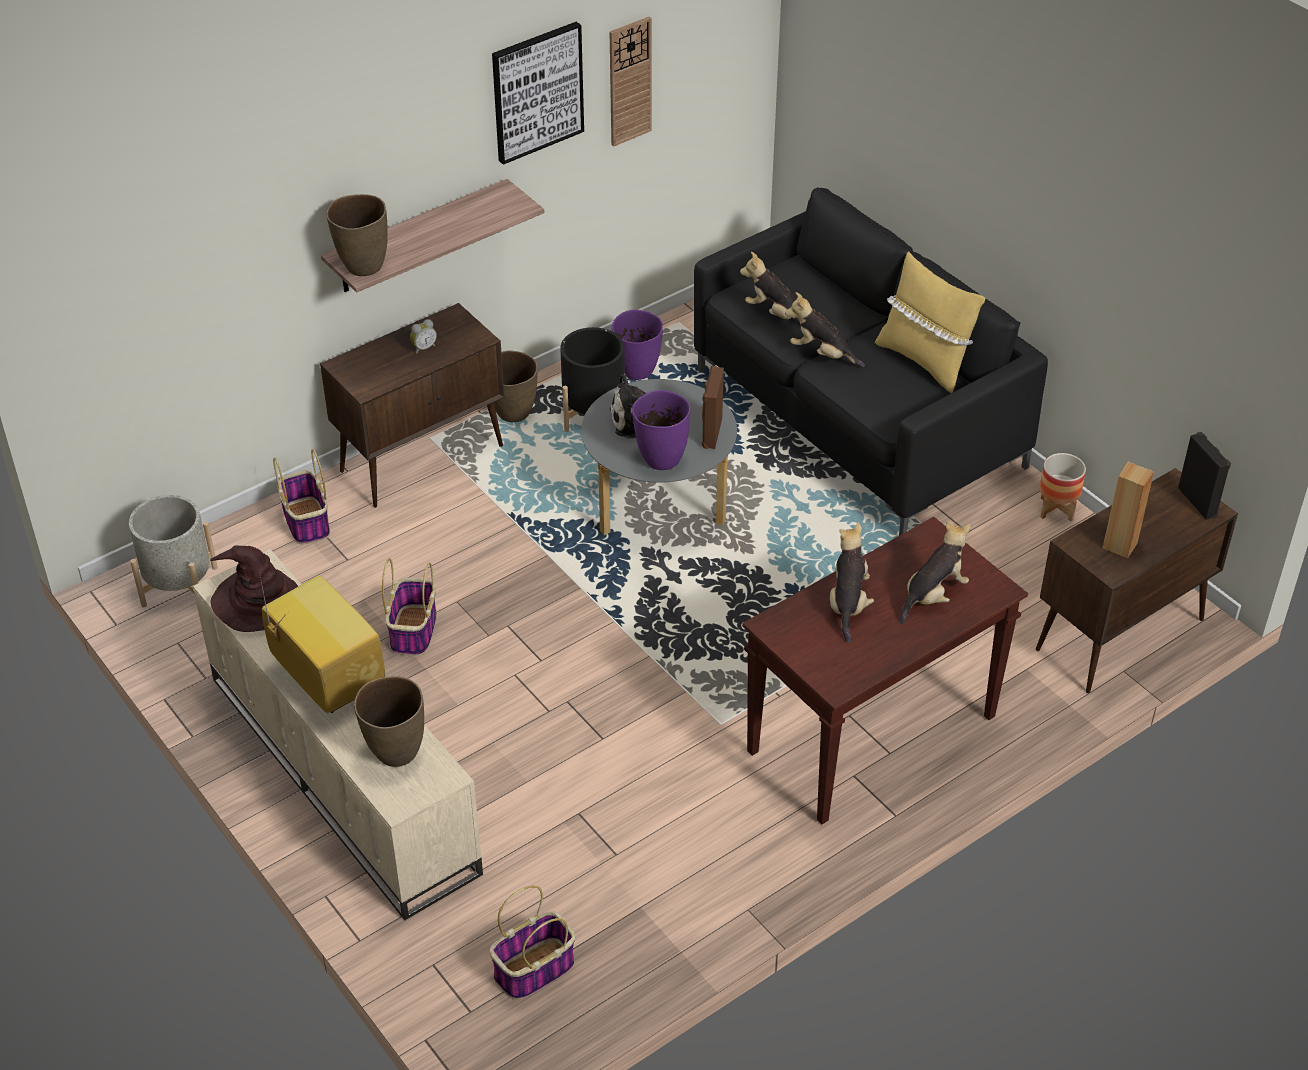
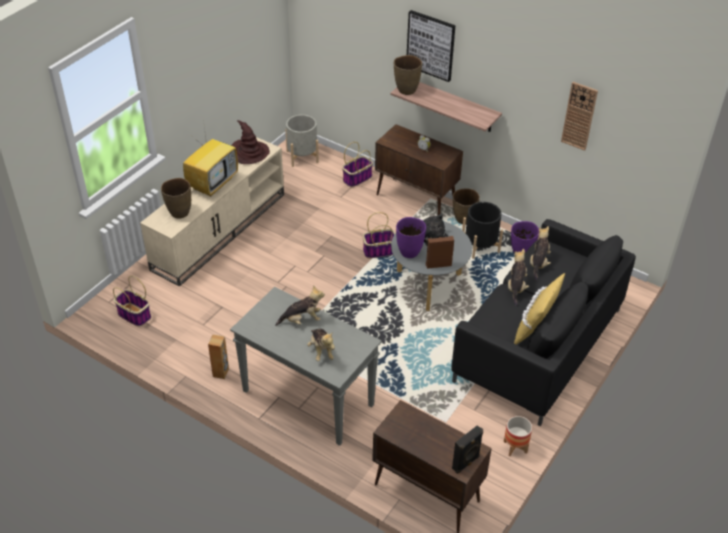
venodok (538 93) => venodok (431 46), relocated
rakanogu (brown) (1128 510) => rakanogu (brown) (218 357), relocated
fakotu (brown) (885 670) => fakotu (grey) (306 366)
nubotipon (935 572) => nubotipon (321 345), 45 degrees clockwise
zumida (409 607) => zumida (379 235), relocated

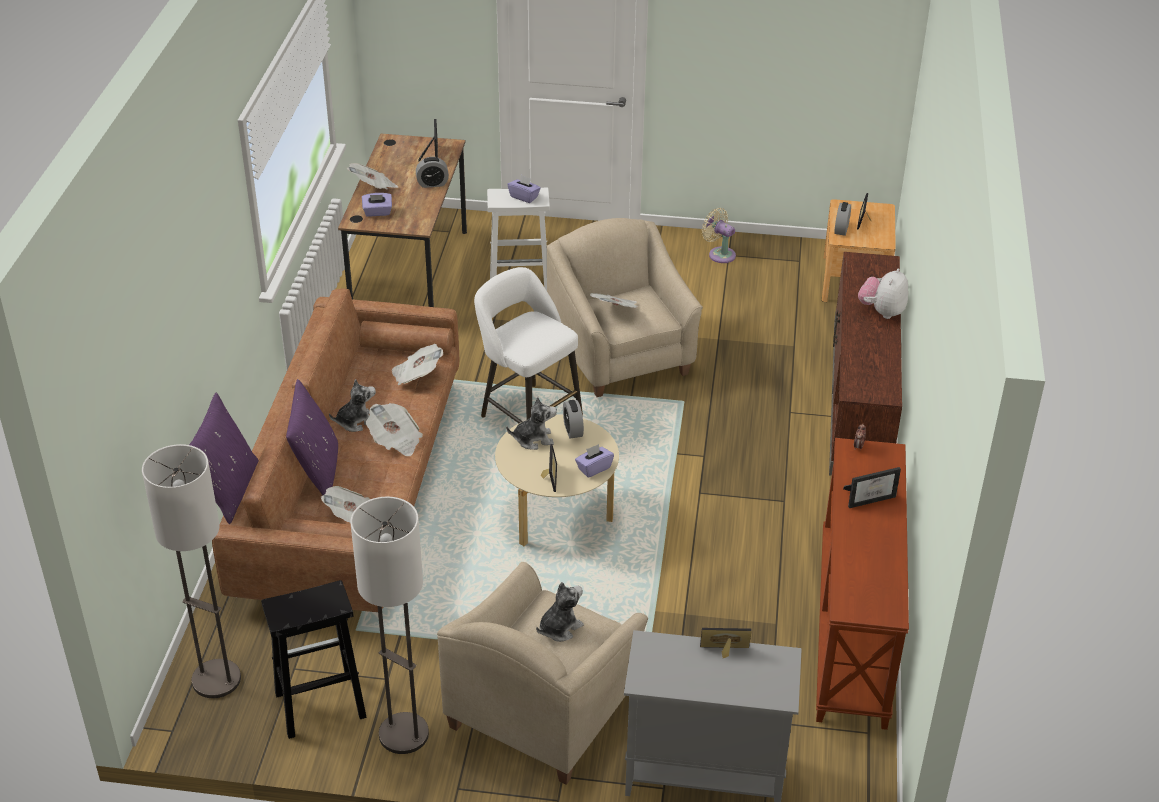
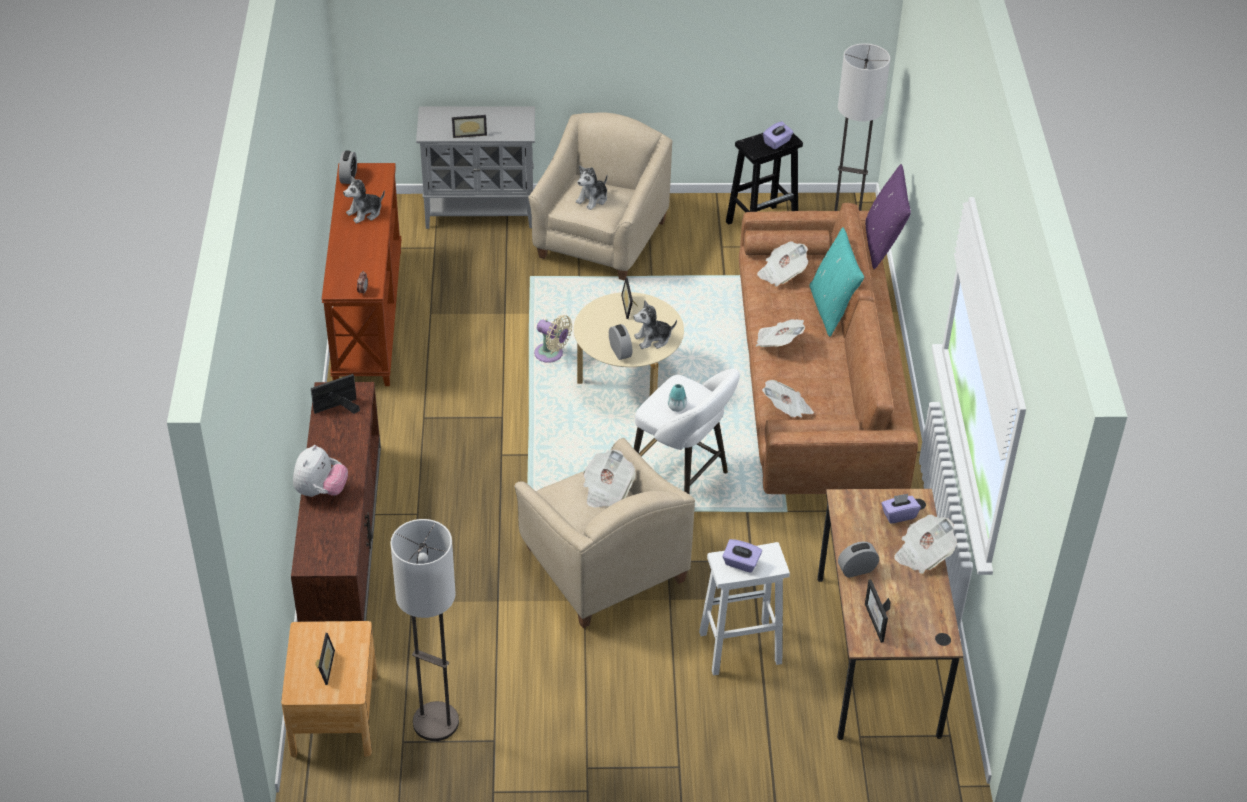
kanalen (842 219) => kanalen (348 167), relocated
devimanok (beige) (719 235) => devimanok (beige) (553 339), relocated
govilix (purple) (312 437) => govilix (turquoise) (836 282)
nubotipon (352 405) => nubotipon (364 200), relocated
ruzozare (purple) (594 461) => ruzozare (purple) (778 135), relocated
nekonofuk (872 487) => nekonofuk (335 394), relocated
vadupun (389 625) => vadupun (424 630), relocated
nothing => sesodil (677 398)

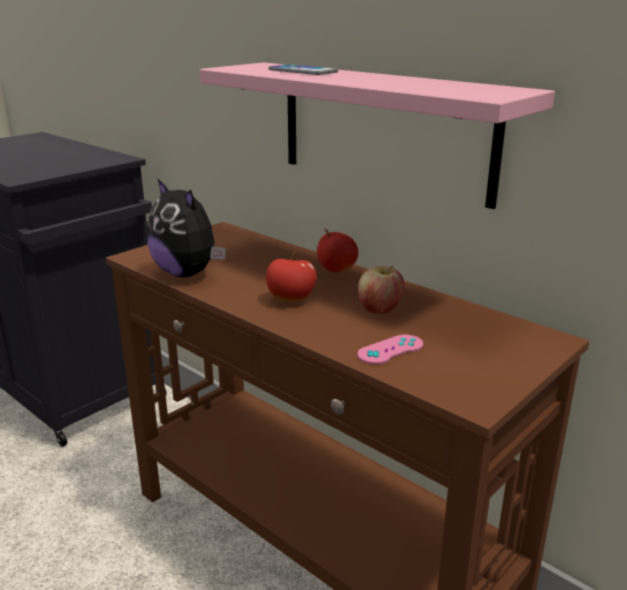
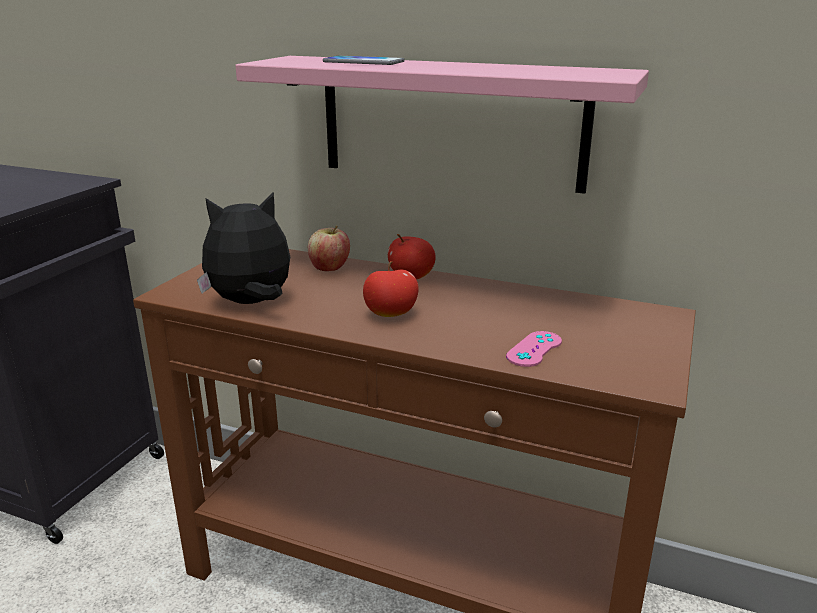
nubotipon (186 228) => nubotipon (243 248), 135 degrees clockwise
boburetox (381 289) => boburetox (329 248), relocated

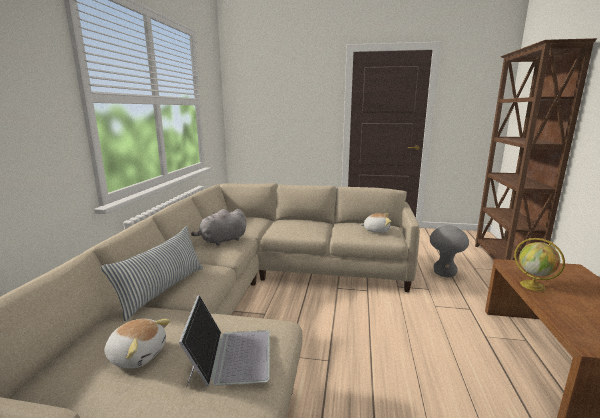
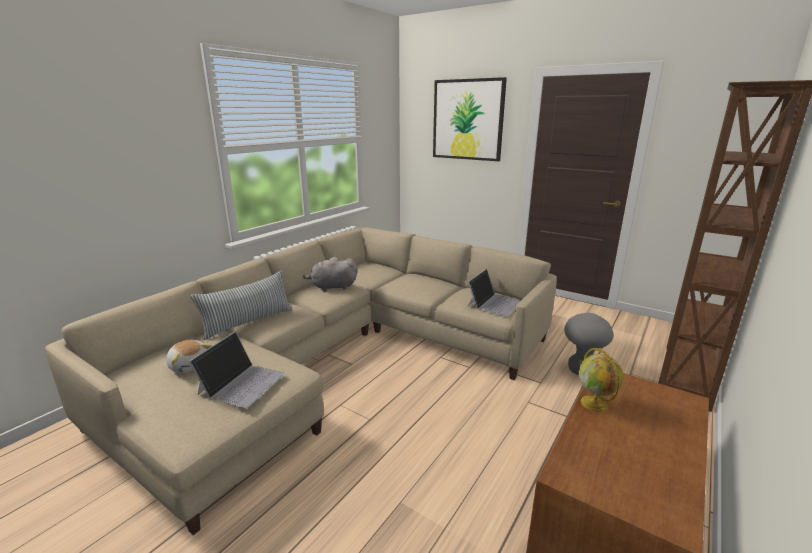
nubotipon (375 223) => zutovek (494 293)
nothing => venodok (470 119)

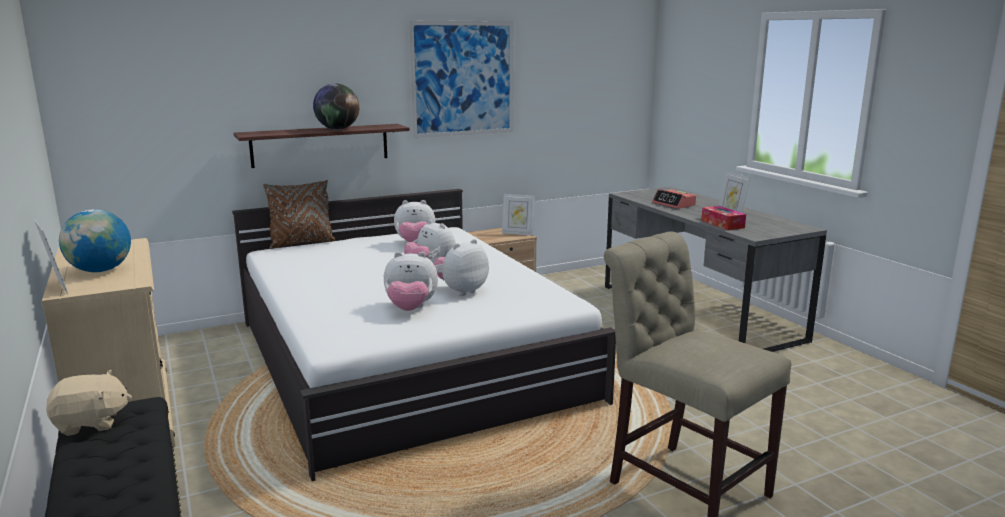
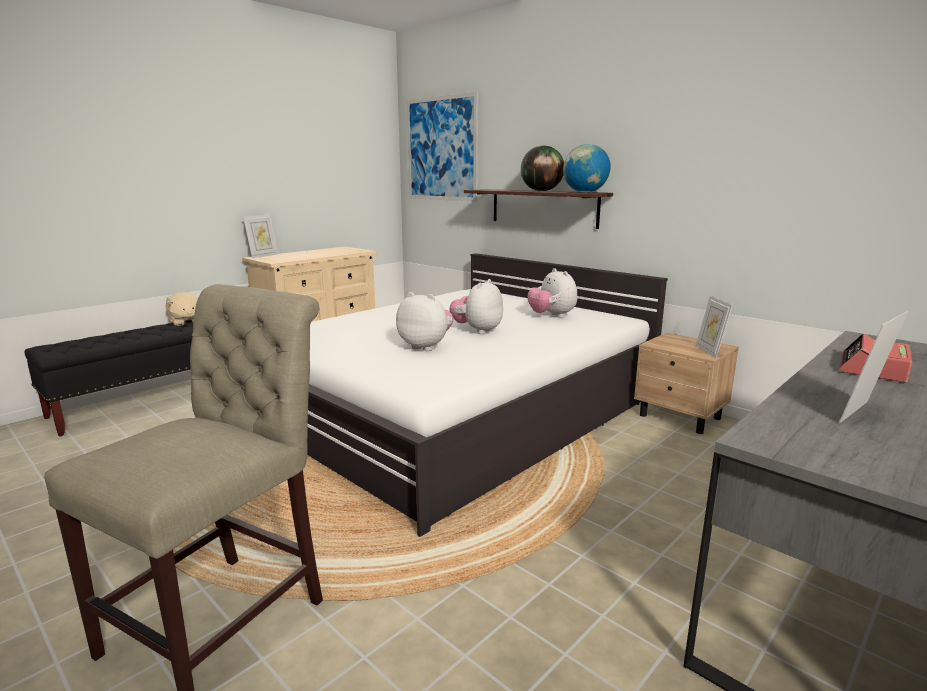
venodok (461 79) => venodok (442 147), relocated
govilix (brown) (299 214) => nothing
ruzozare (723 218) => nothing
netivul (95 240) => netivul (586 168), relocated
nubotipon (411 281) => nothing

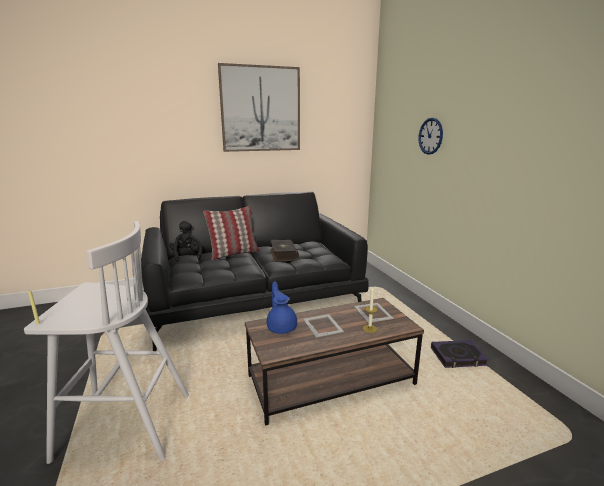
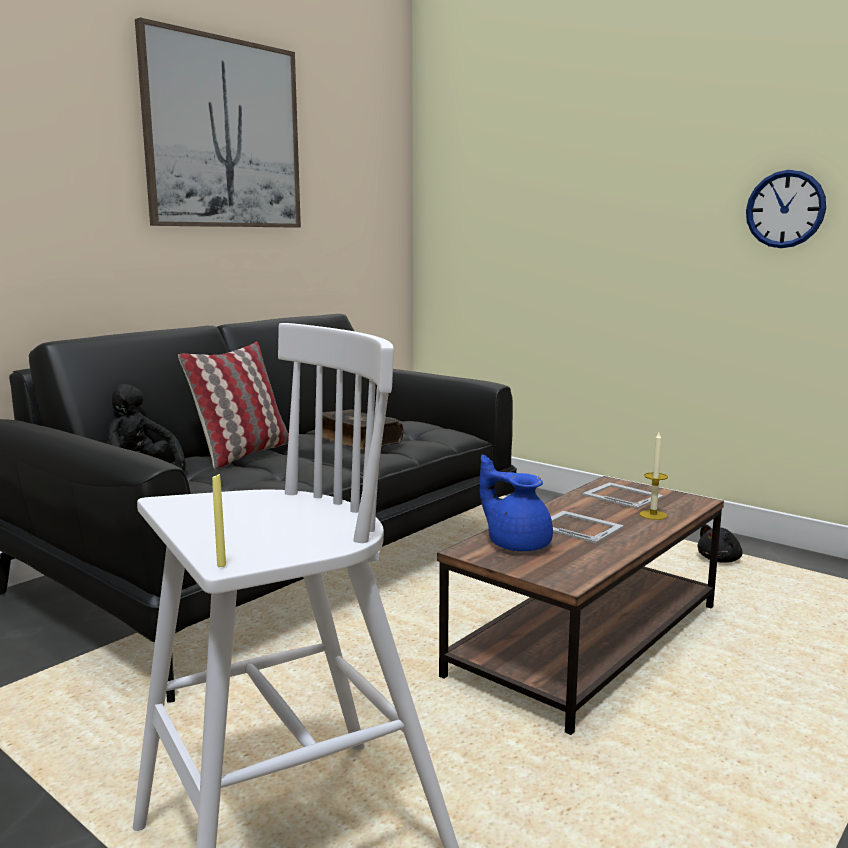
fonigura (431 136) => fonigura (786 209), relocated
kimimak (460 354) => nubotipon (black) (720 543)

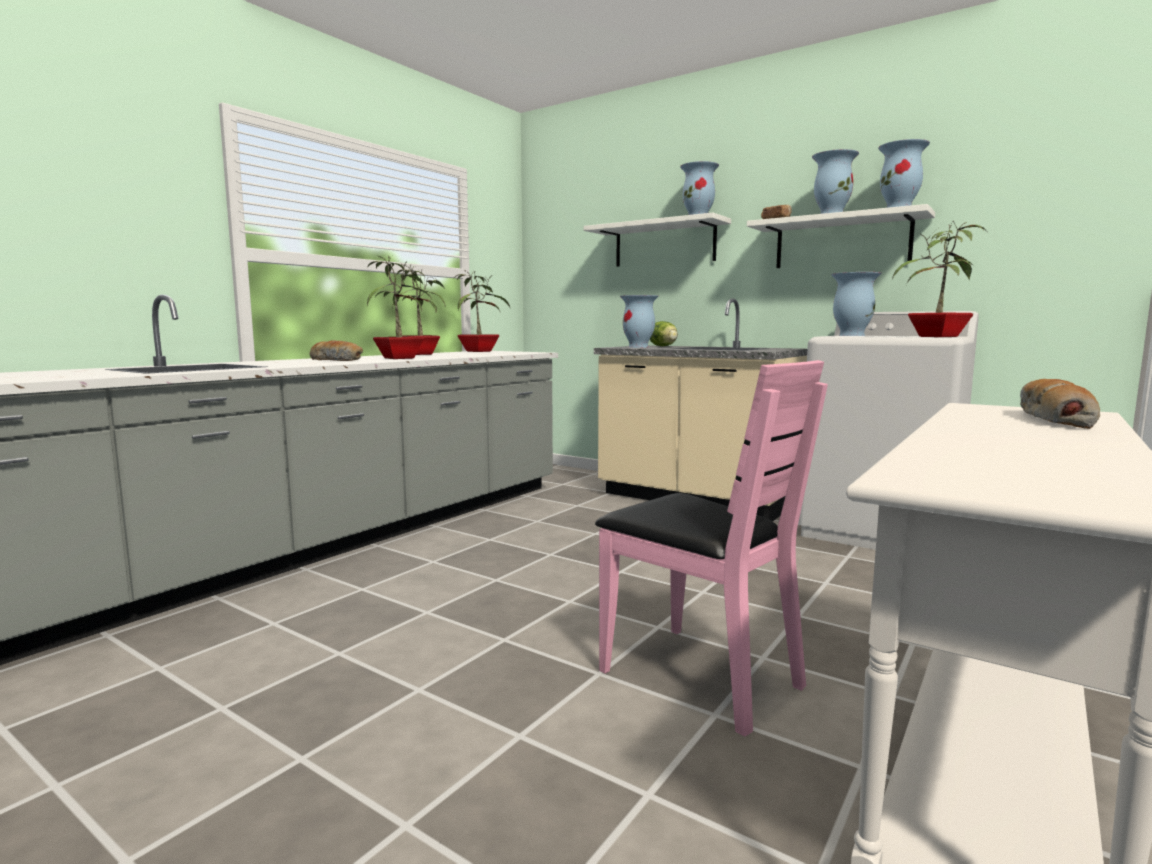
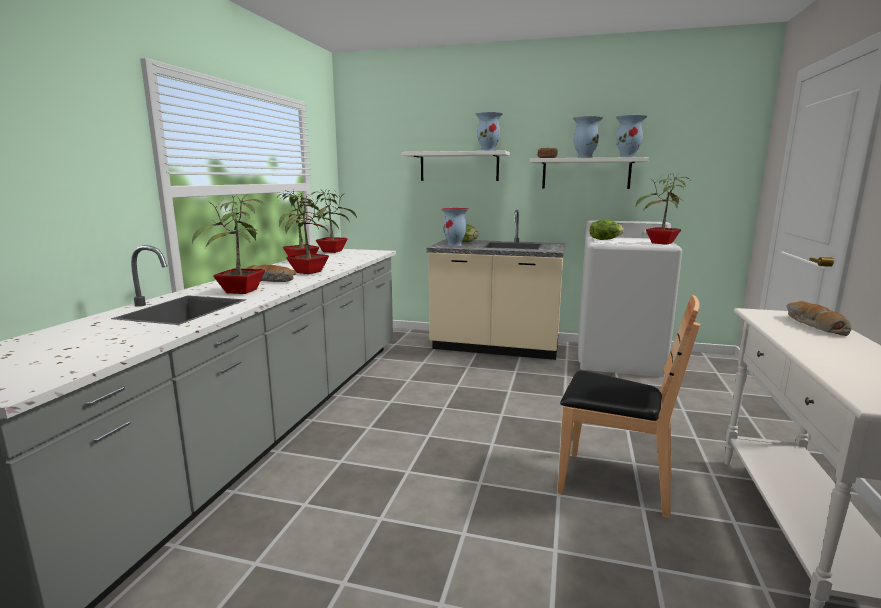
sesodil (856 304) => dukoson (607 230)
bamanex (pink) (711 548) => bamanex (brown) (629 406)
nothing => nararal (228 244)

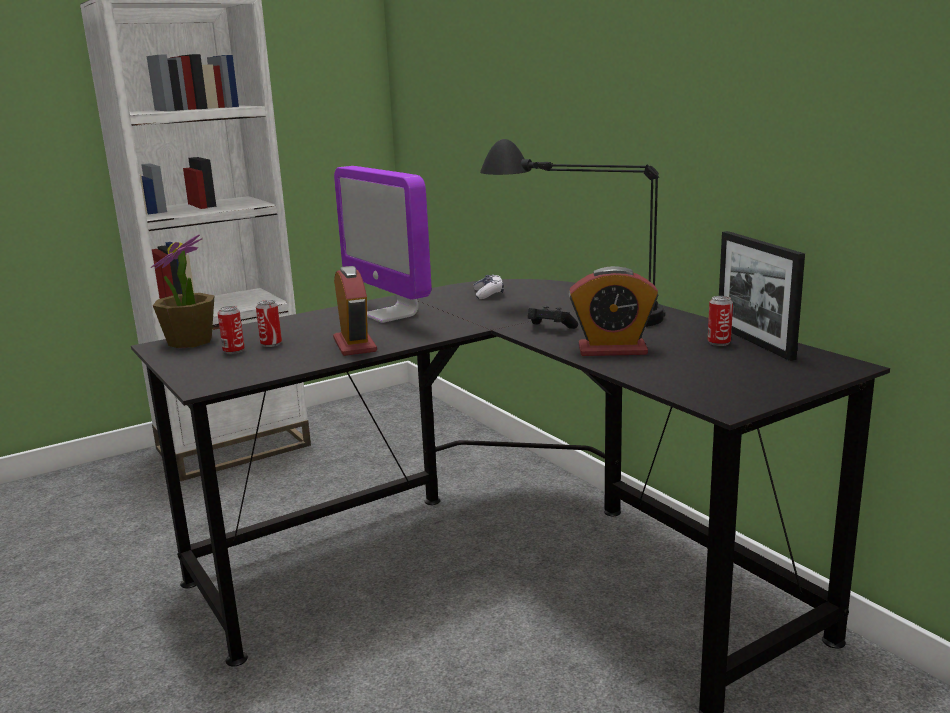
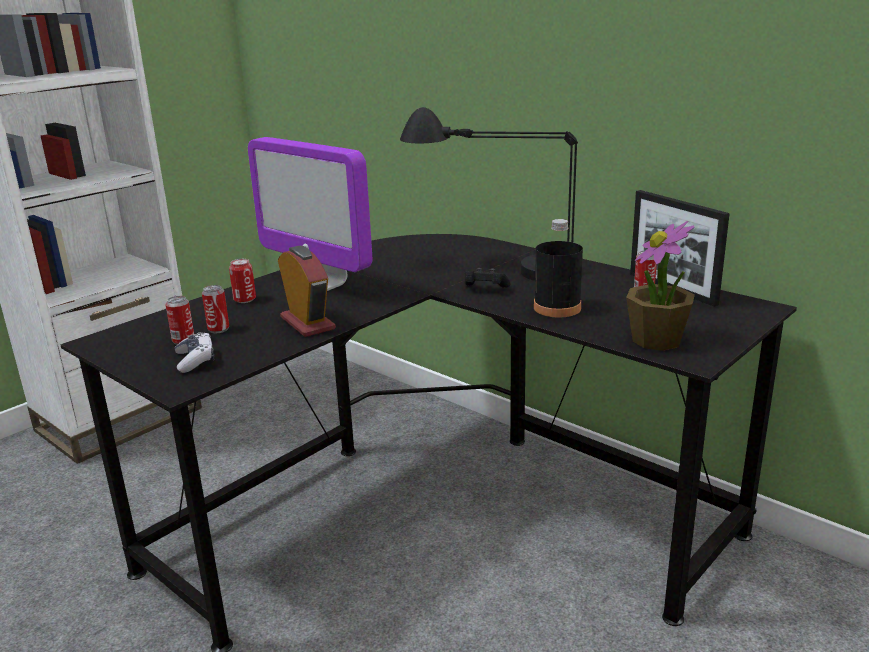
nararal (183 291) => nararal (660 286), relocated
kanalen (613 311) => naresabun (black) (558 268)
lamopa (488 287) => lamopa (194 352), relocated
nothing => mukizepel (242 281)

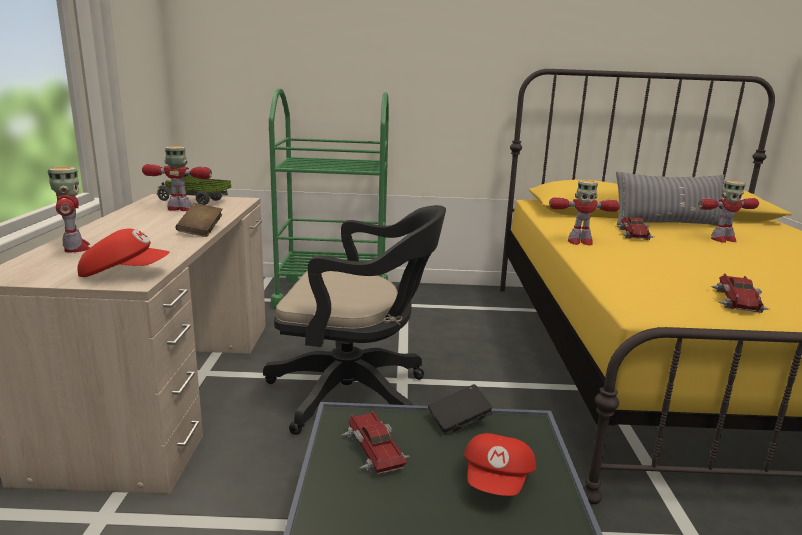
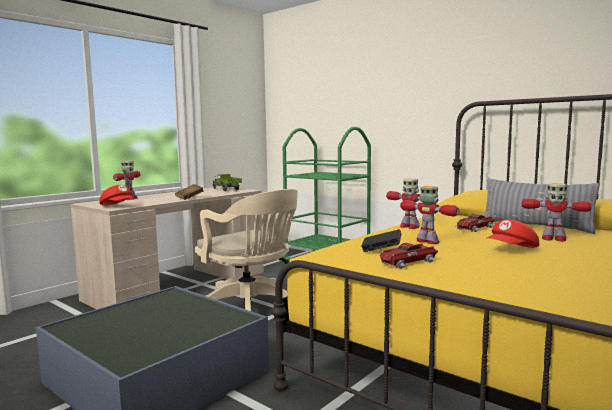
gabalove (177 178) => gabalove (429 215), relocated
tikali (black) (354 320) => tikali (beige) (246 250)
kimimak (black) (460 409) => kimimak (black) (381 240), relocated
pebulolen (376 443) => nothing
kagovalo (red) (500 464) => kagovalo (red) (512 233), relocated

